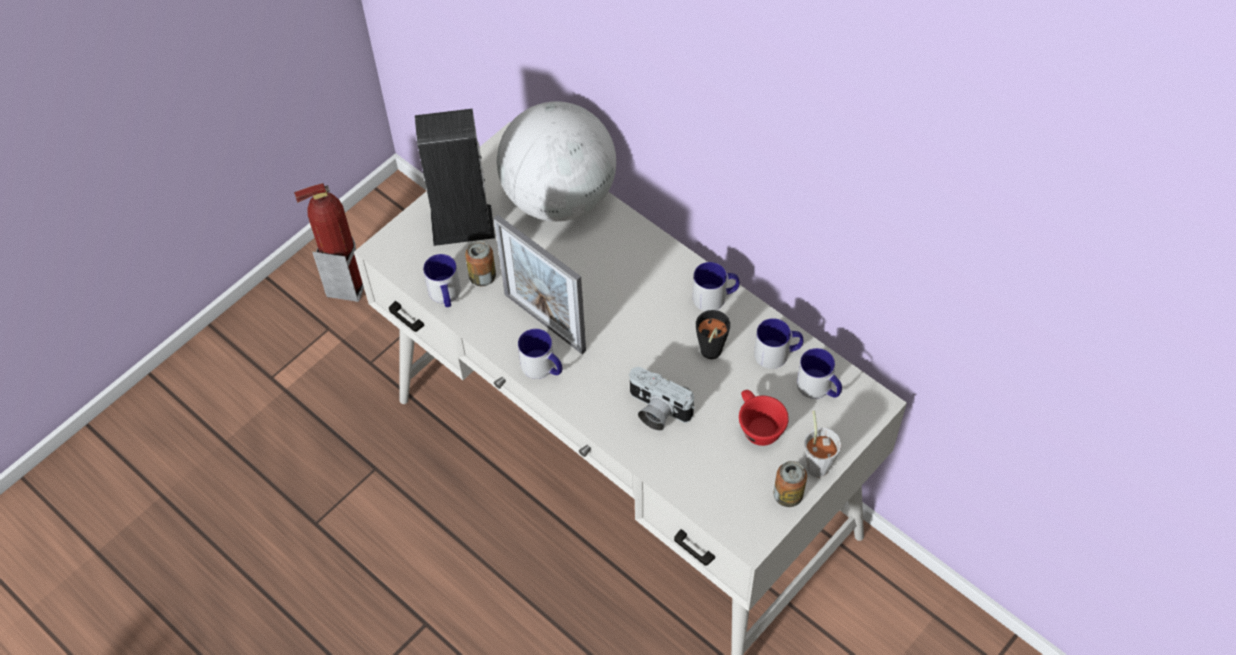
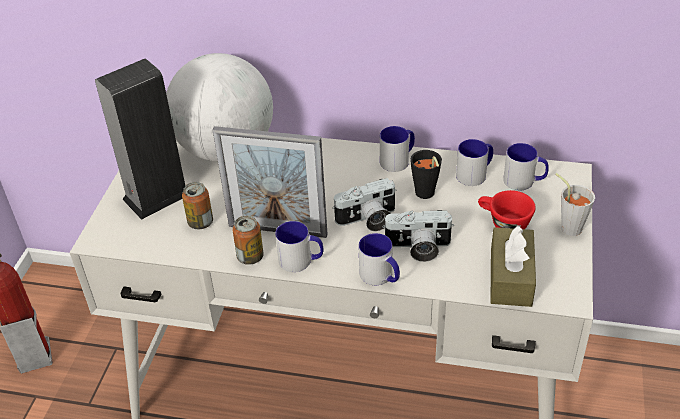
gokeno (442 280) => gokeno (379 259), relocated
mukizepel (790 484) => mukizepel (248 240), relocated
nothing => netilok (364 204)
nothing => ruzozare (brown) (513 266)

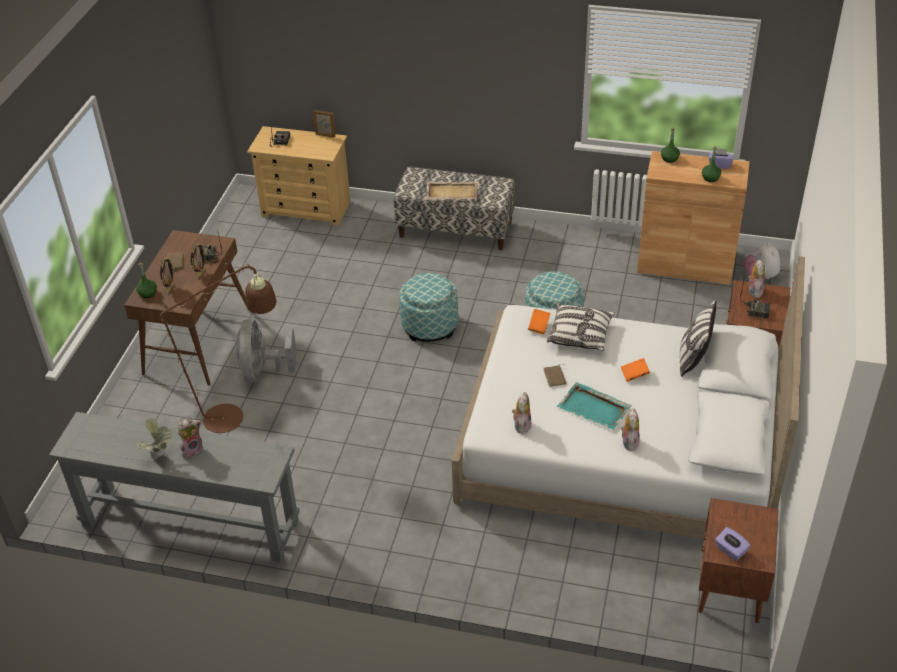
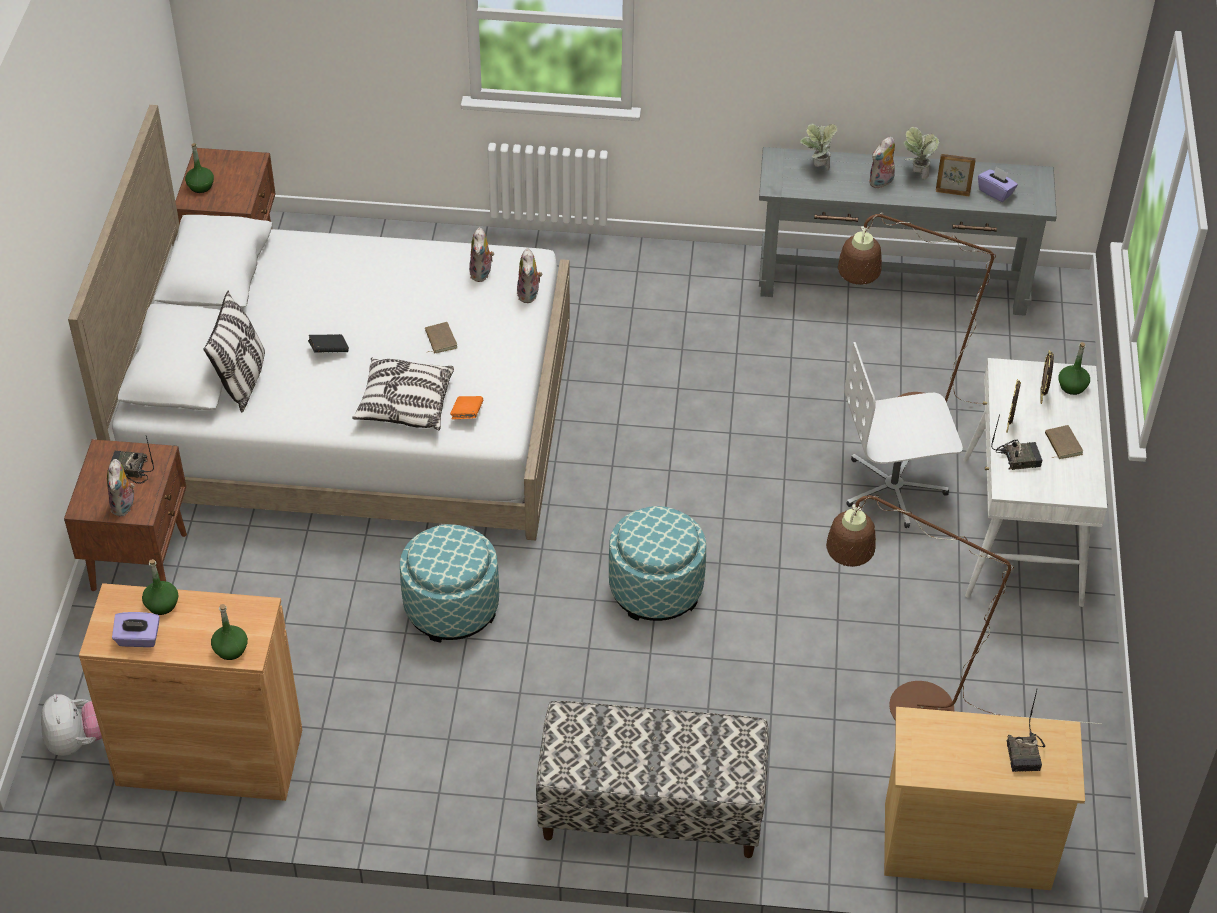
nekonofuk (324 124) => nekonofuk (956 175), relocated
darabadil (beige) (451 190) => nothing
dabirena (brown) (186 307) => dabirena (white) (1035 482)
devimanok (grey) (266 350) => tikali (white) (903 435)
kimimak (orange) (635 370) => kimimak (black) (328 343)
darabadil (turquoise) (594 406) => nothing
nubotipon (630 429) => nubotipon (529 275), relocated
ruzozare (purple) (733 544) => ruzozare (purple) (998 184), relocated
nothing => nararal (819 147)
nothing => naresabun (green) (199 168)
nothing => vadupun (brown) (964 609)

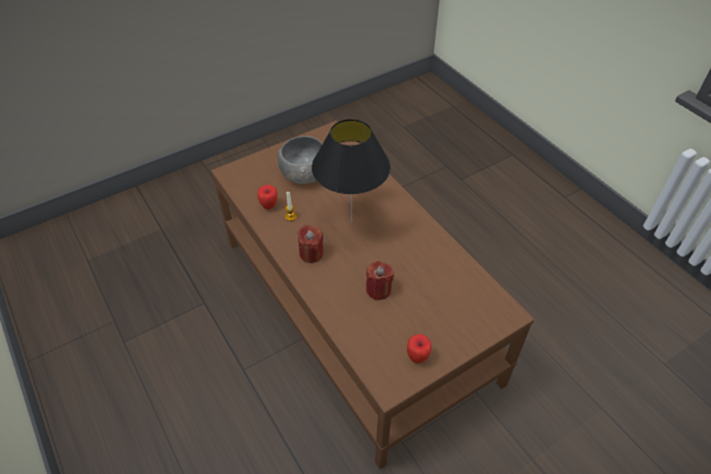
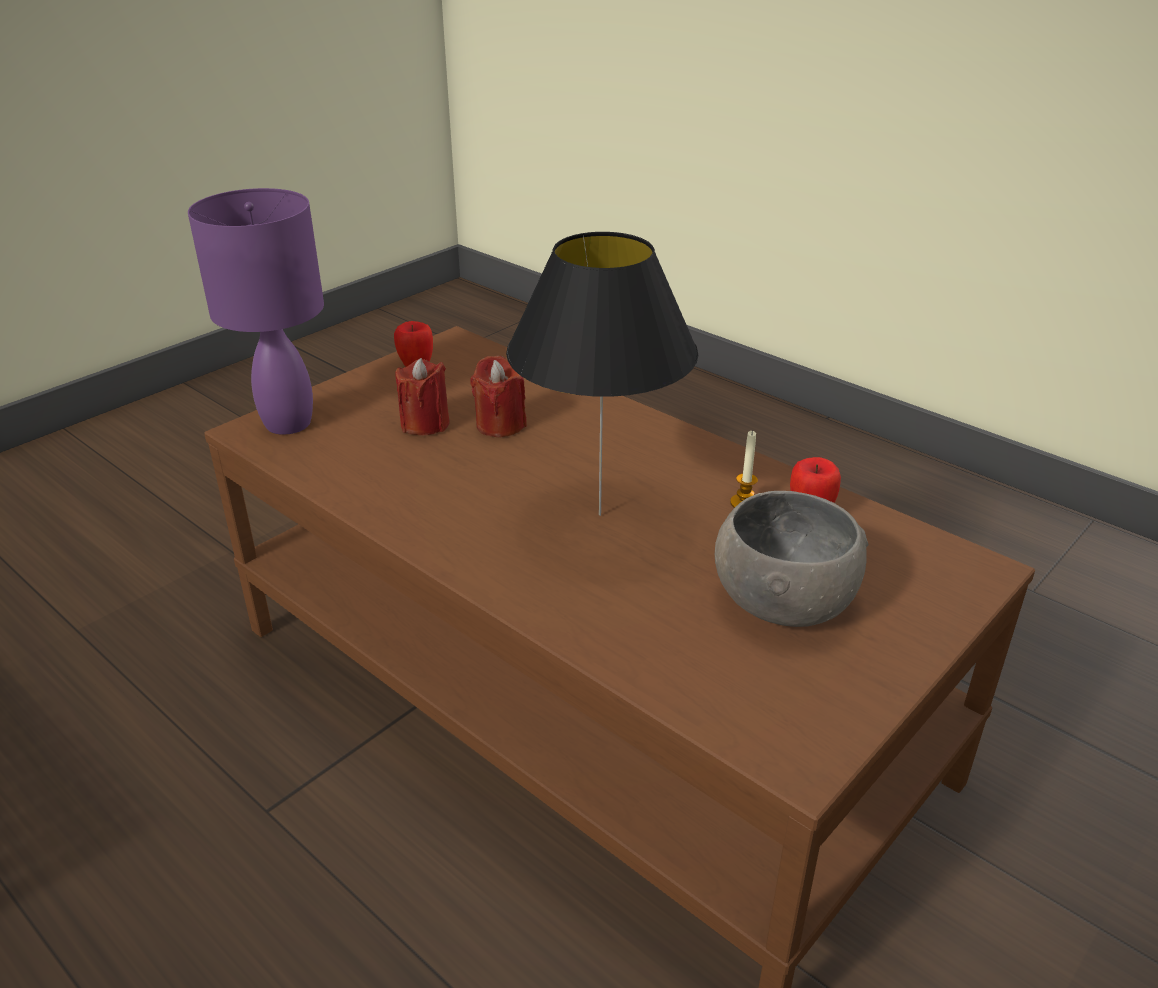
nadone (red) (310 244) => nadone (red) (422 396), relocated
nothing => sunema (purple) (256 311)

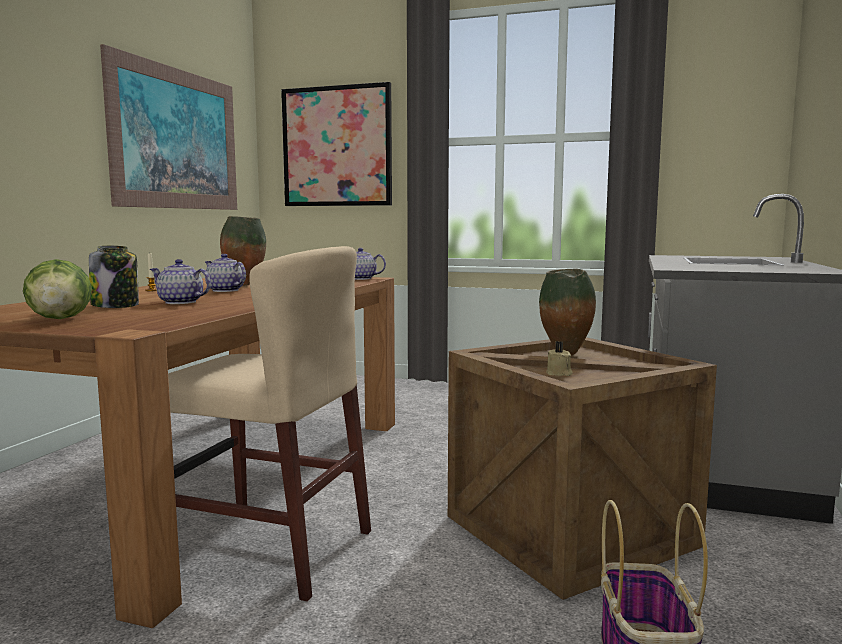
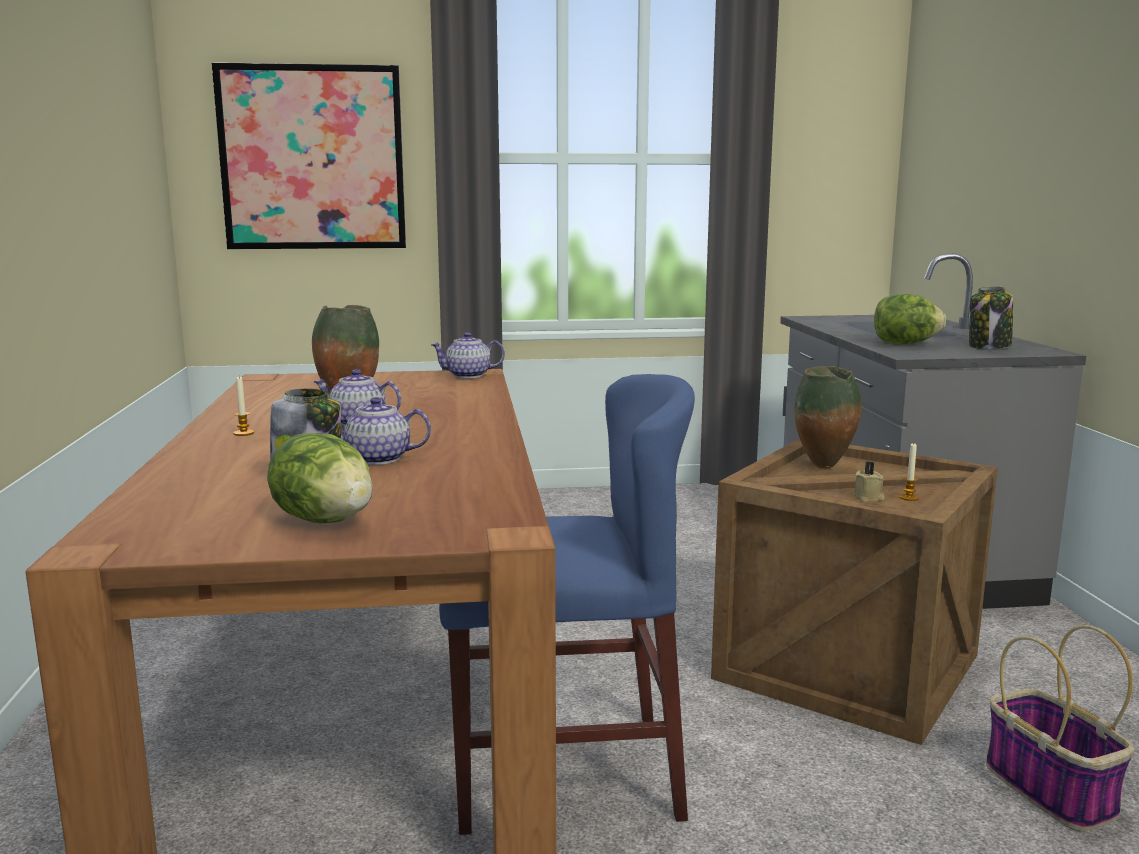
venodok (168 127) => nothing
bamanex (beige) (269 424) => bamanex (blue) (567 604)
nothing => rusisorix (991 318)
nothing => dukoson (910 319)
nothing => nadone (909 472)

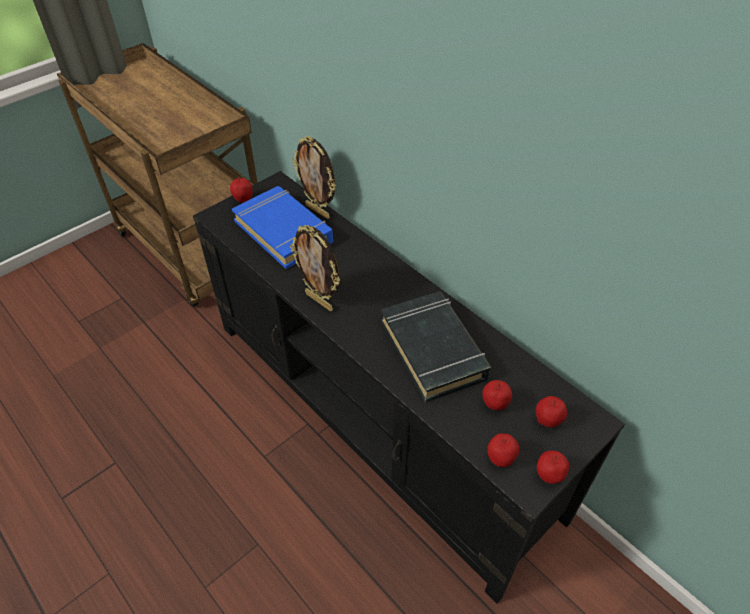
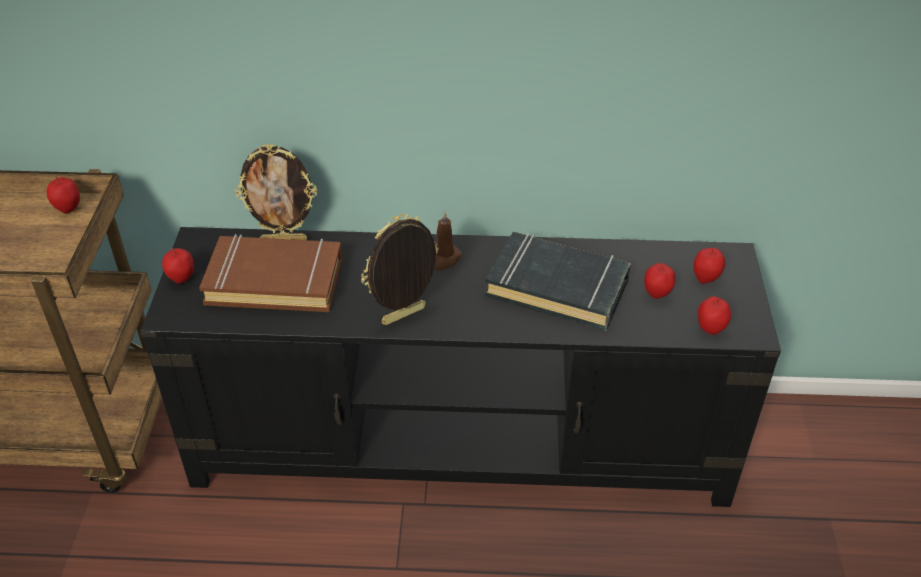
kimimak (blue) (282 227) => kimimak (brown) (270 273)
nekonofuk (315 268) => nekonofuk (400 269), 150 degrees clockwise
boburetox (553 467) => boburetox (63 194), relocated
nothing => nadone (brown) (448 240)

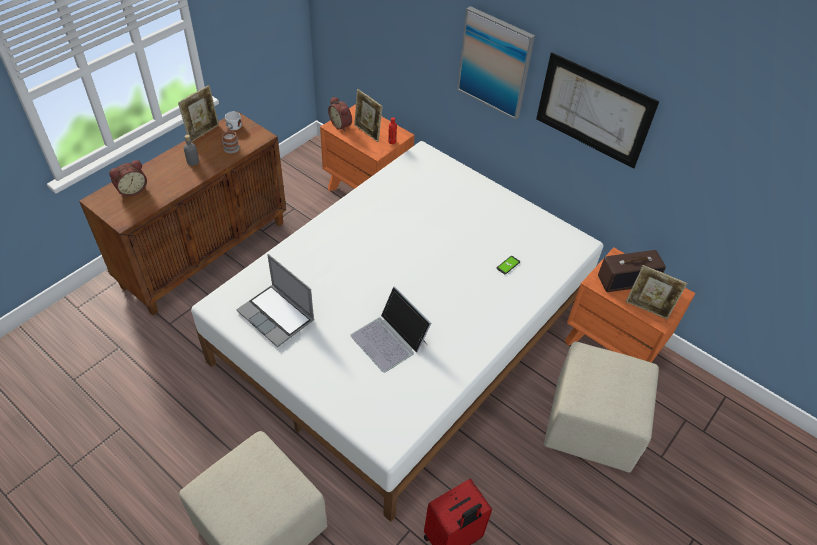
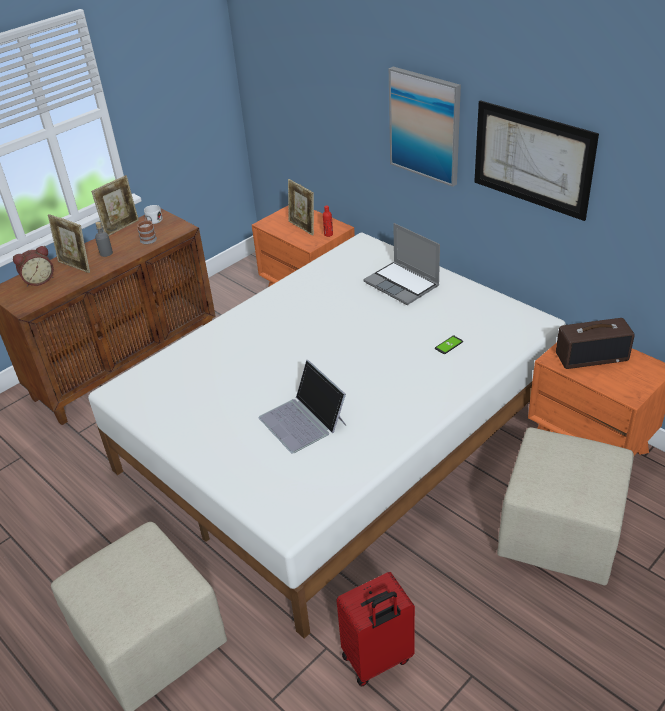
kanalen (340 114) => nothing
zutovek (275 301) => zutovek (401 264), relocated
nekonofuk (656 292) => nekonofuk (69 243), relocated

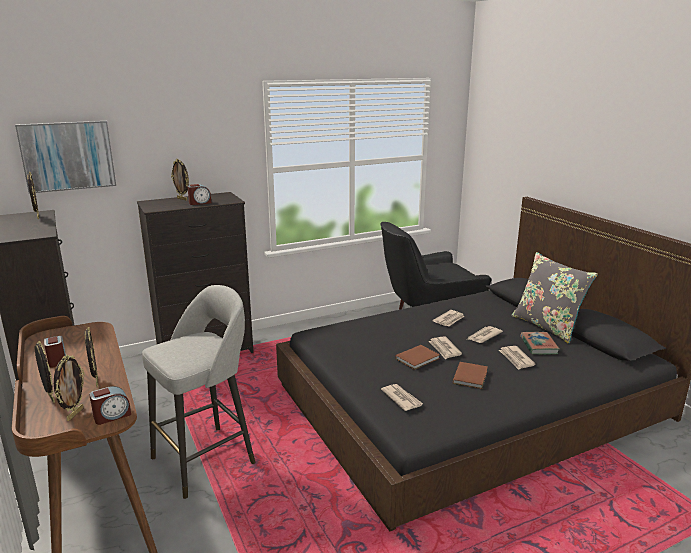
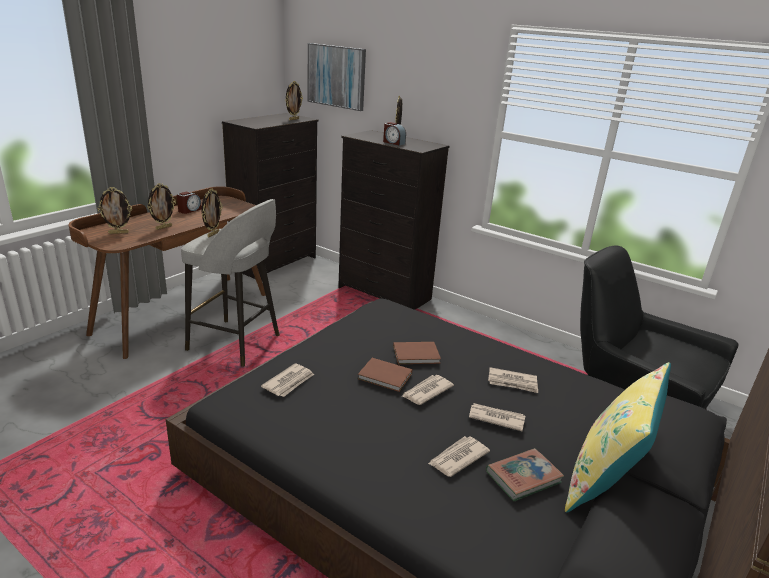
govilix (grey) (555 298) => govilix (yellow) (618 437)
nekonofuk (45 372) => nekonofuk (212 213), relocated
kimimak (brown) (470 375) => kimimak (brown) (417 353), relocated
kanalen (110 405) => nothing

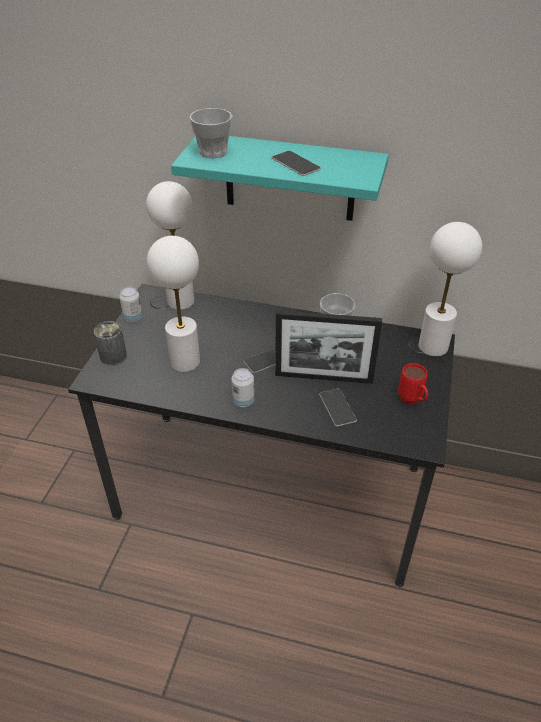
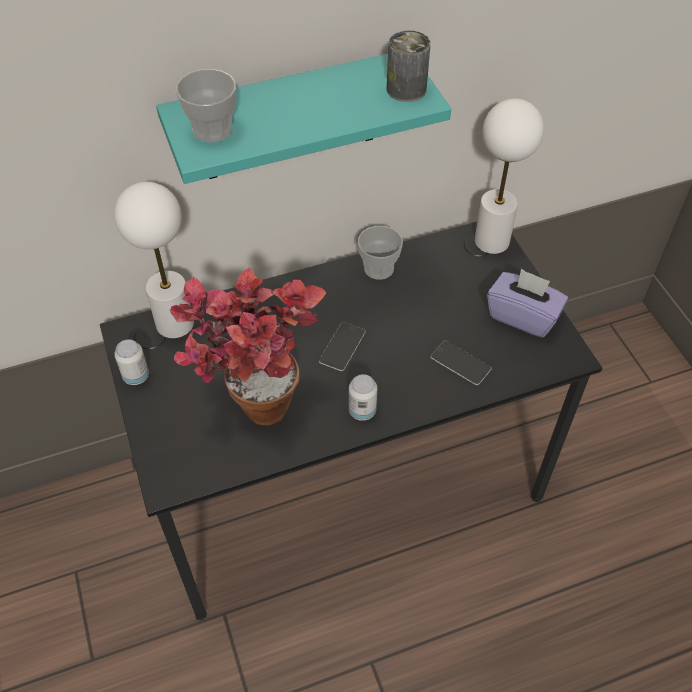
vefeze (296 163) => nothing
sunema (white) (173 304) => nararal (248 346)
nekonofuk (328 347) => nothing
mukizepel (110 343) => mukizepel (409 66), relocated
gokeno (red) (413 383) => ruzozare (purple) (527 303)

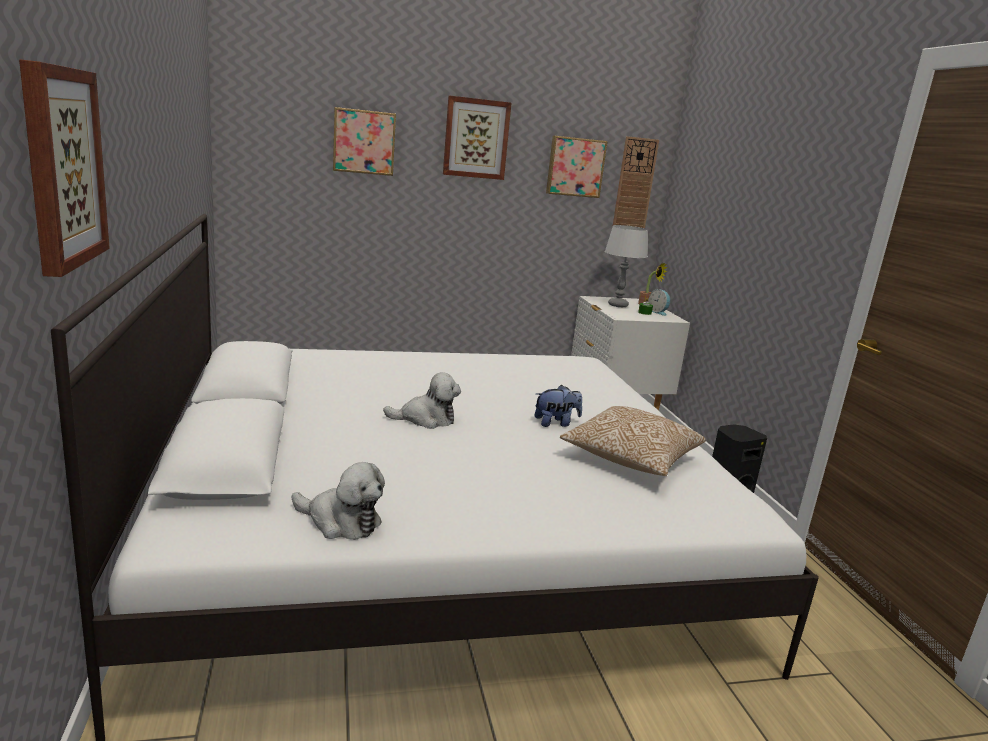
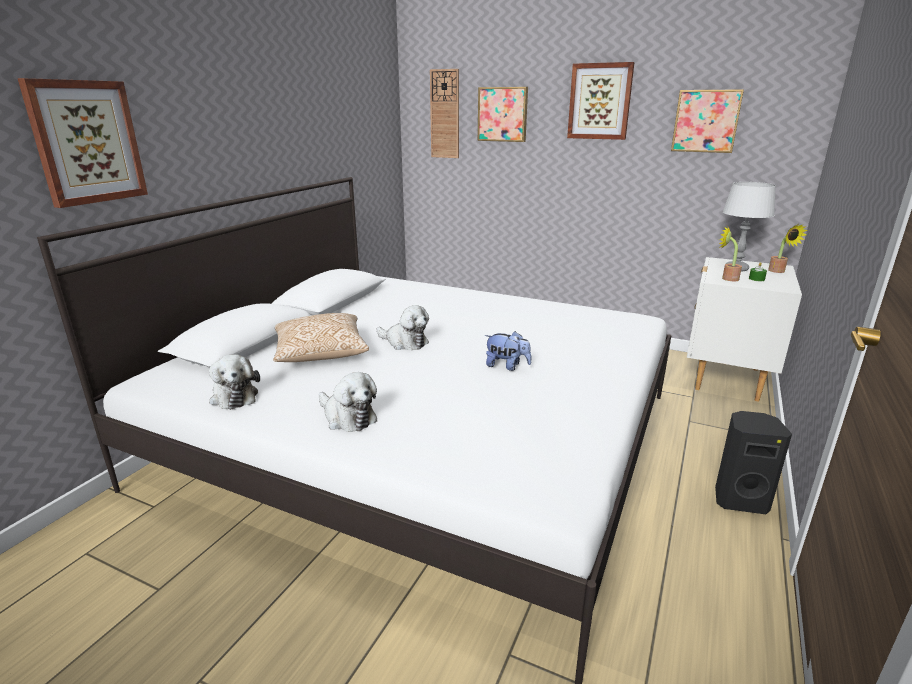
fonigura (636 182) => fonigura (444 113), relocated
kanalen (659 302) => nothing
govilix (633 441) => govilix (321 337), relocated
nothing => nararal (730 253)
nothing => nubotipon (348 402)

